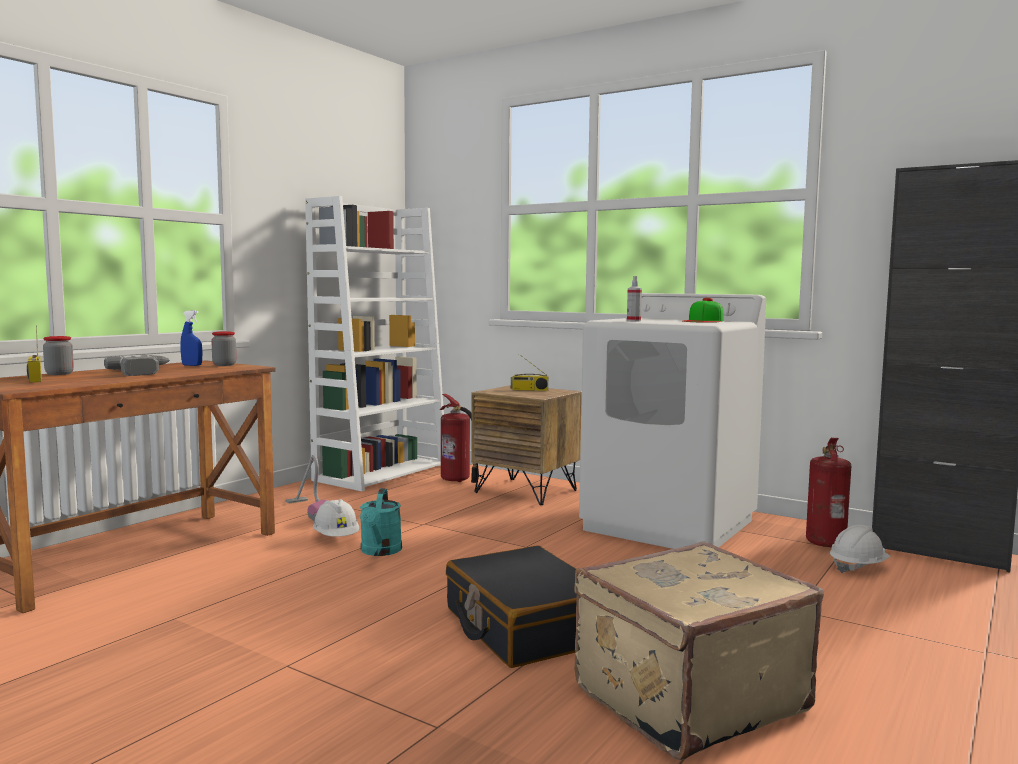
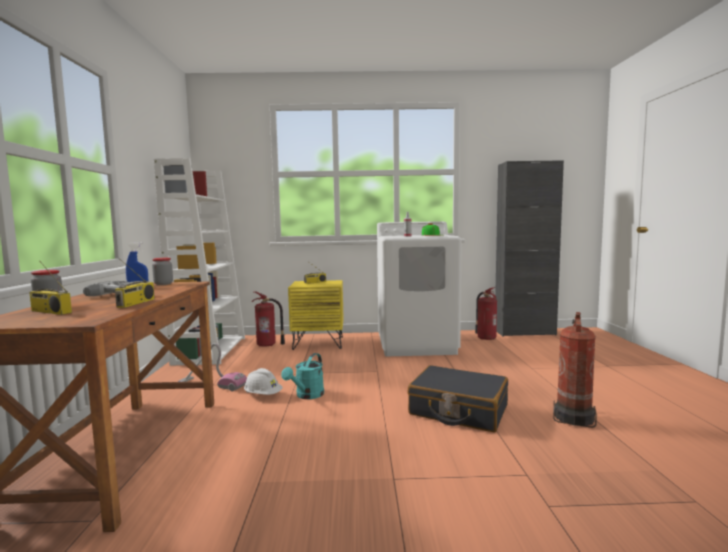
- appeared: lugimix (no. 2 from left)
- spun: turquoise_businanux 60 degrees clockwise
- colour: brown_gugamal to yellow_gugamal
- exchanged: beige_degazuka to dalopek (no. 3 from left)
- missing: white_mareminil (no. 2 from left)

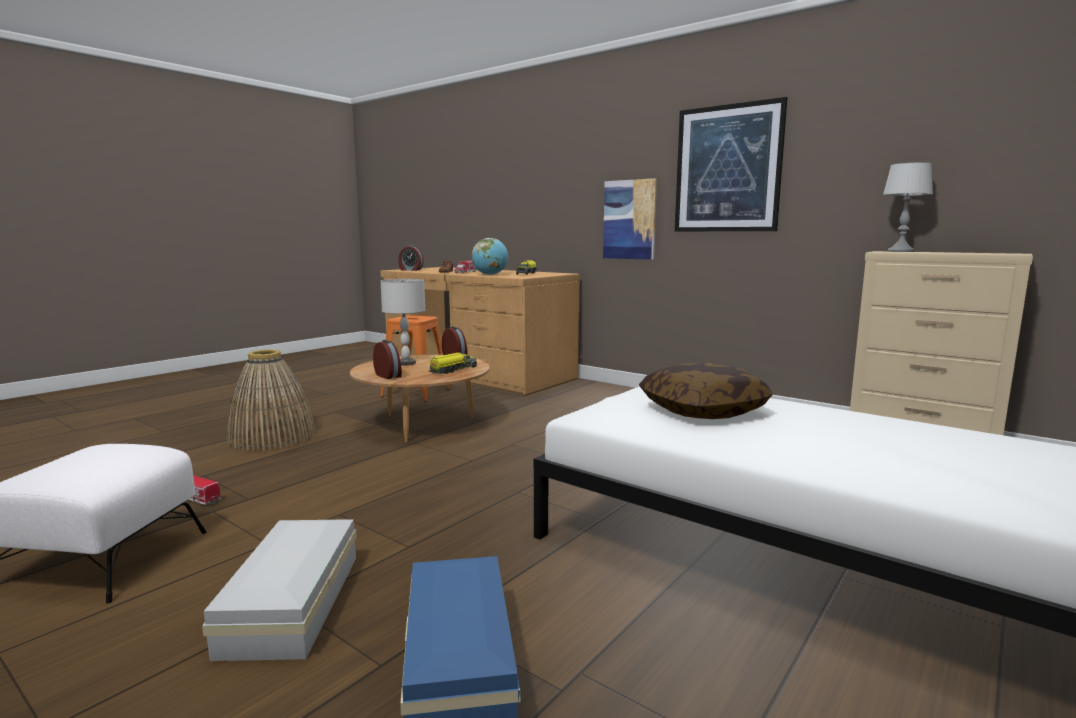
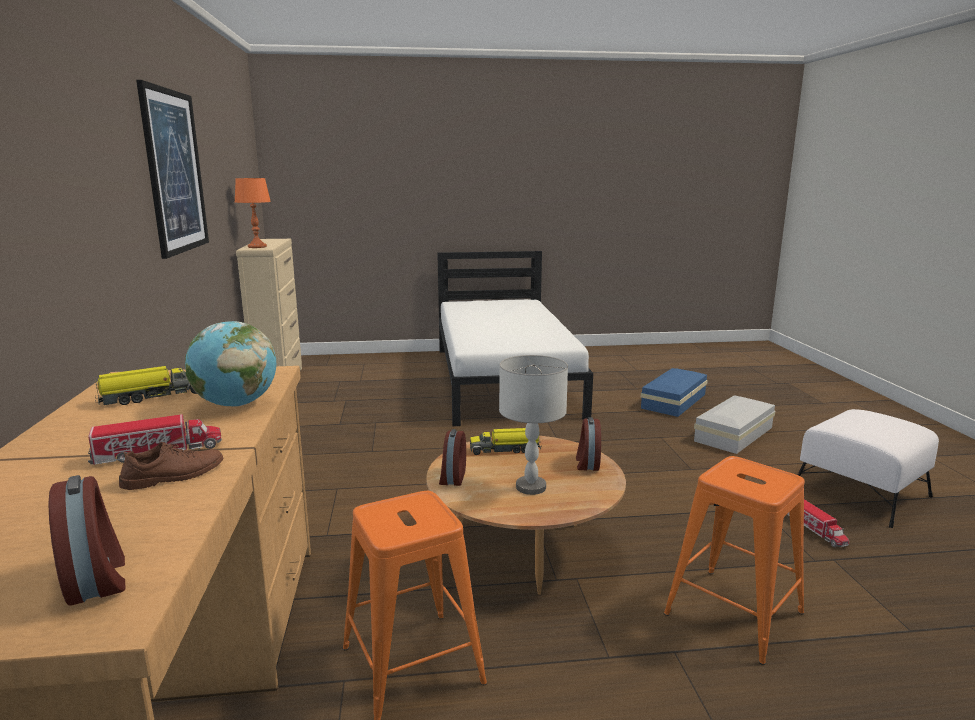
- colour: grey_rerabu (no. 2 from left) to orange_rerabu
- exchanged: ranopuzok to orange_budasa (no. 2 from left)
- missing: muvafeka (no. 1 from left)
- missing: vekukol

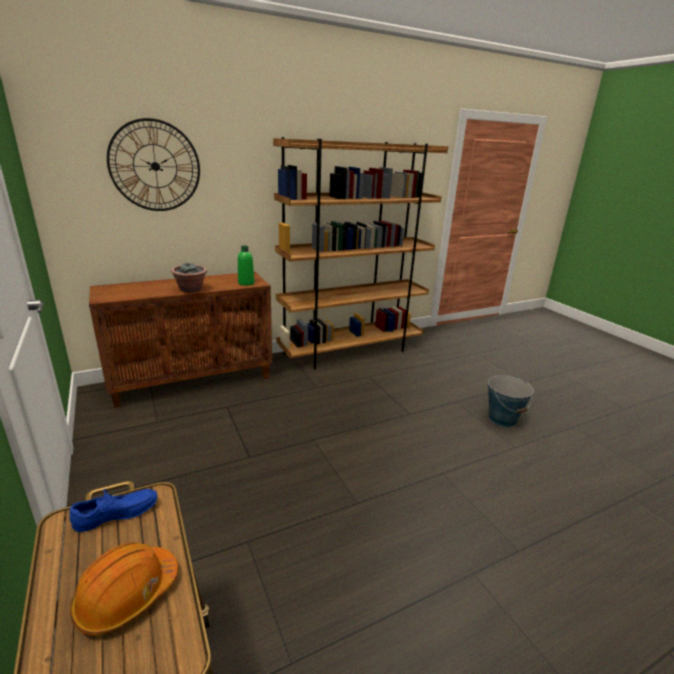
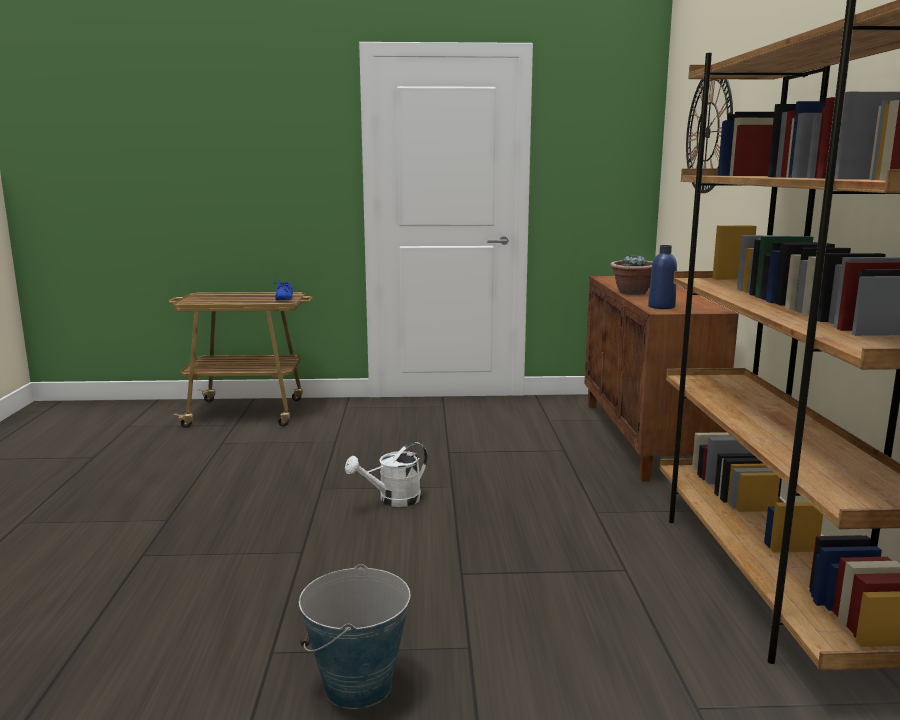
- appeared: white_businanux
- colour: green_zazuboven to blue_zazuboven
- missing: orange_mareminil

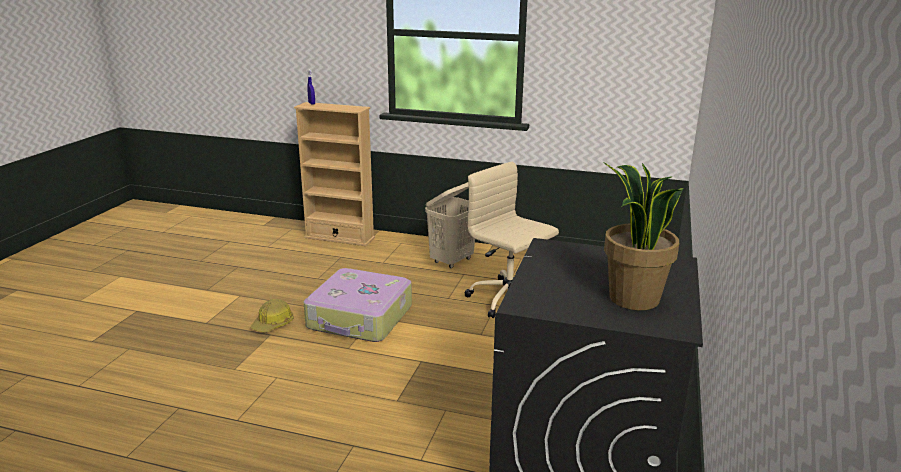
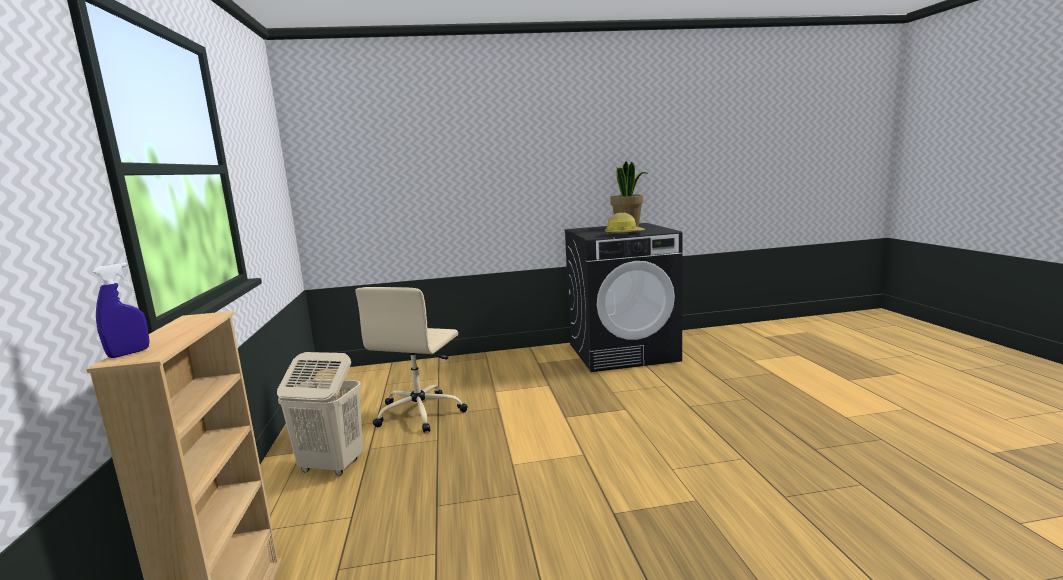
- relocated: mareminil
- missing: degazuka

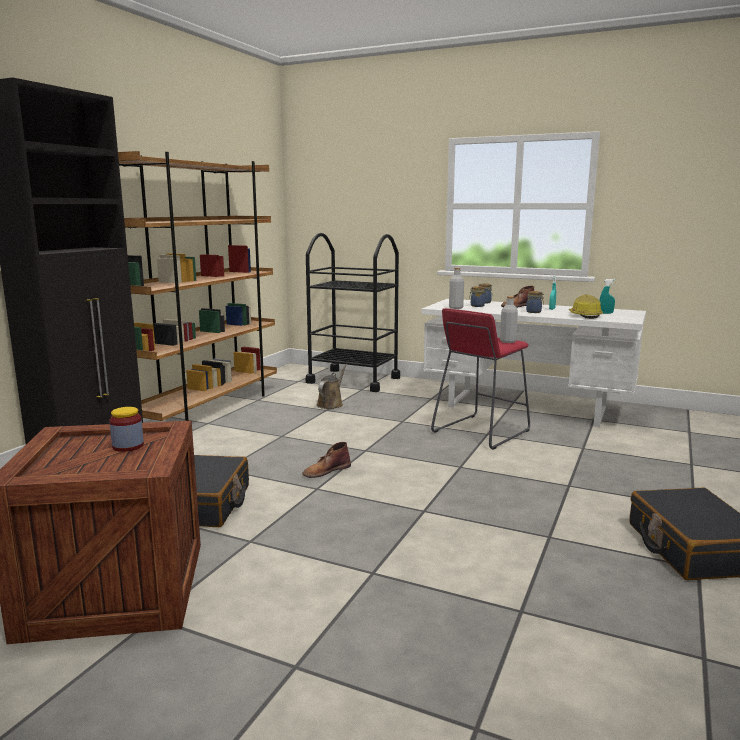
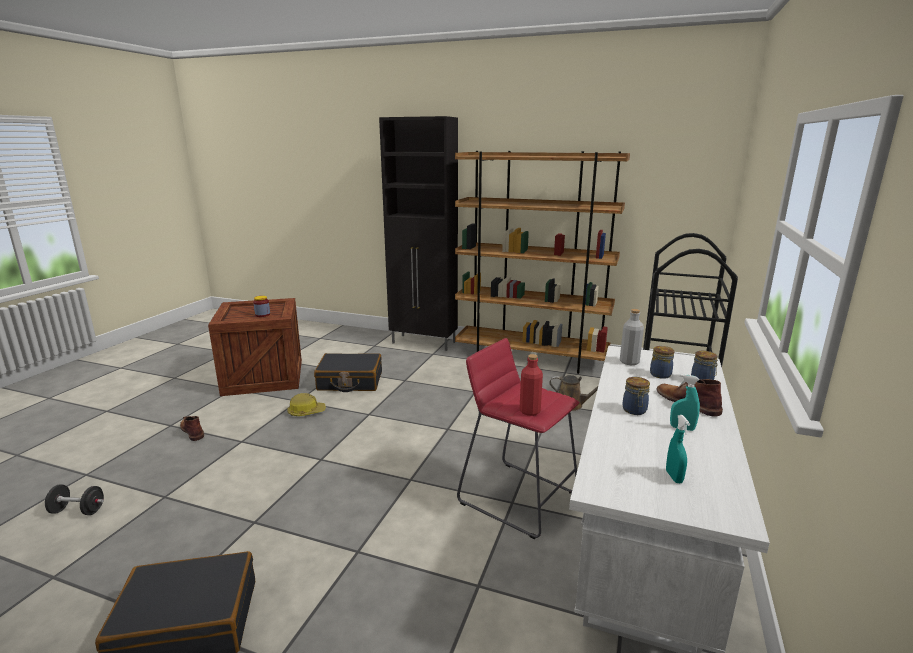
- appeared: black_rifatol
- relocated: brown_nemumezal (no. 1 from left)
- relocated: mareminil
- colour: grey_zazuboven (no. 2 from left) to red_zazuboven

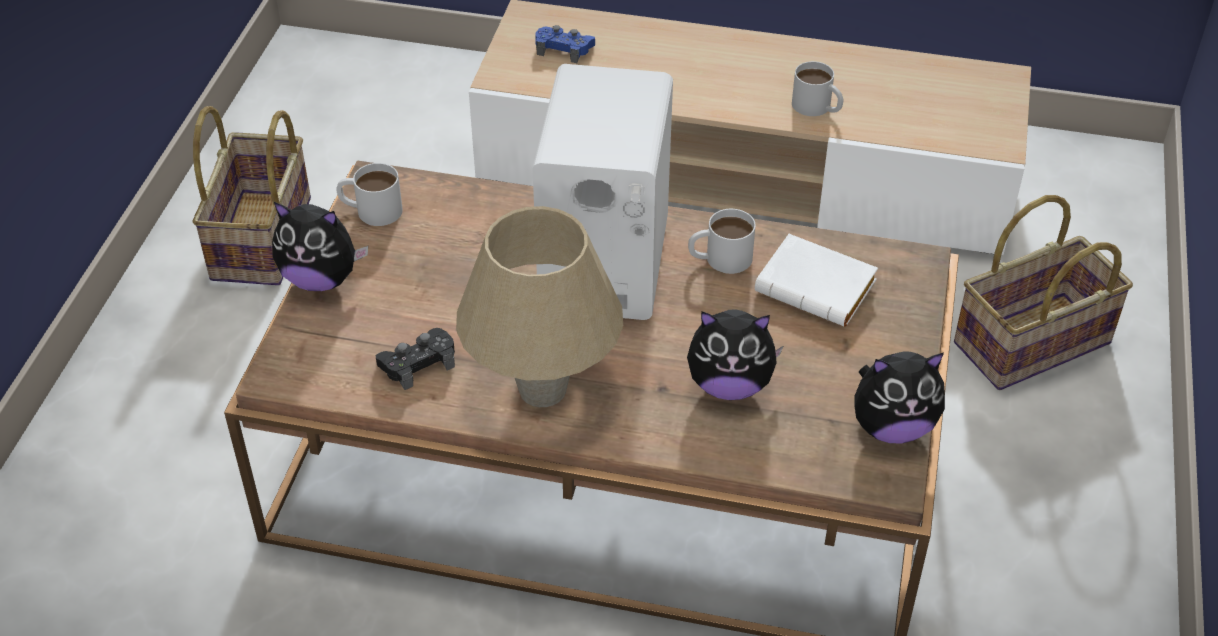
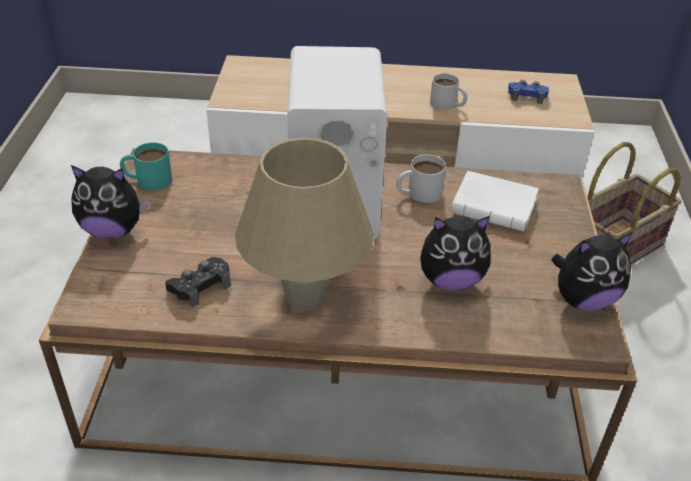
- colour: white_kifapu (no. 1 from left) to turquoise_kifapu
- relocated: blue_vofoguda
- missing: ranopuzok (no. 1 from left)

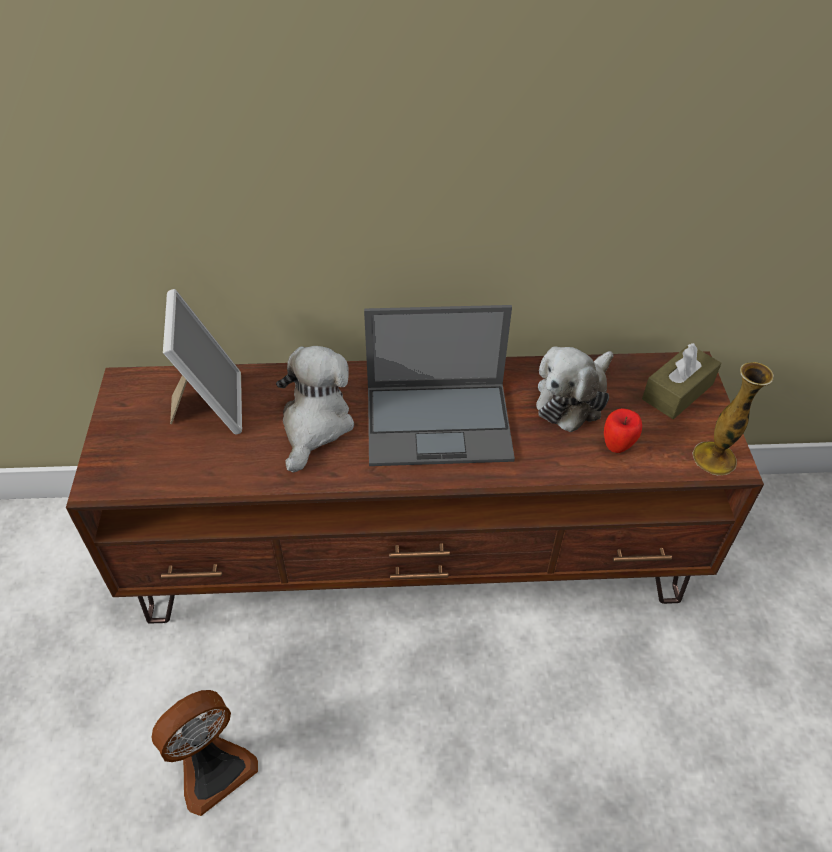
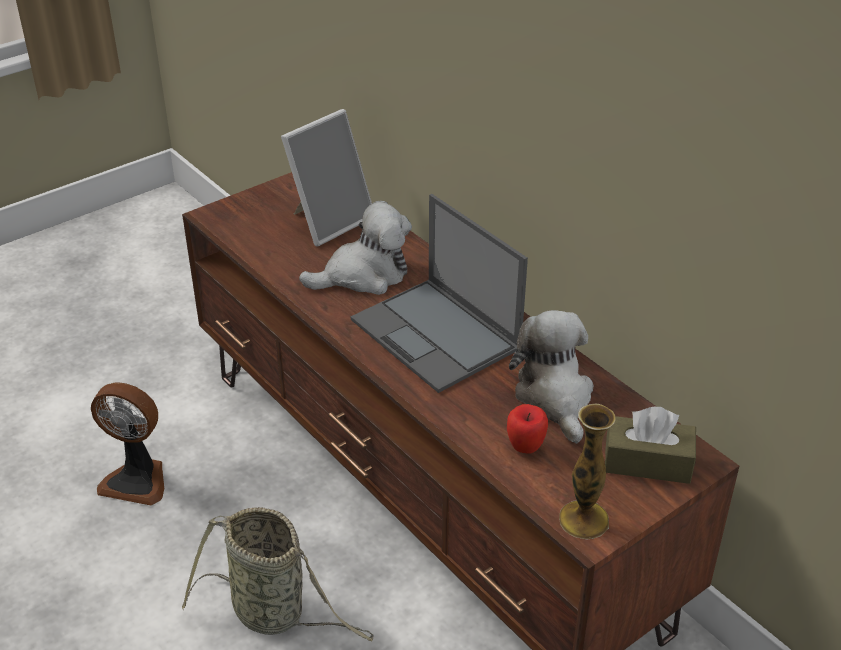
- appeared: ranopuzok
- spun: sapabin (no. 2 from left) 75 degrees clockwise

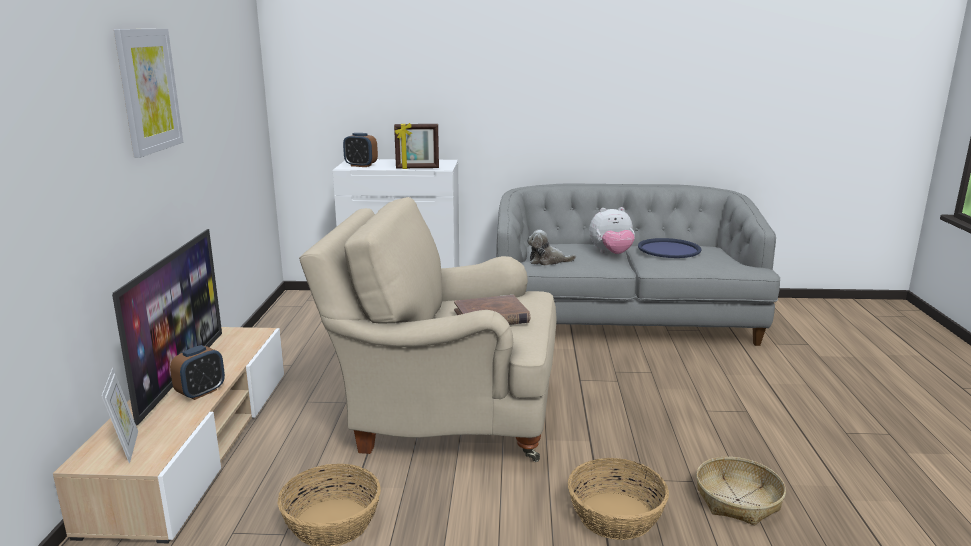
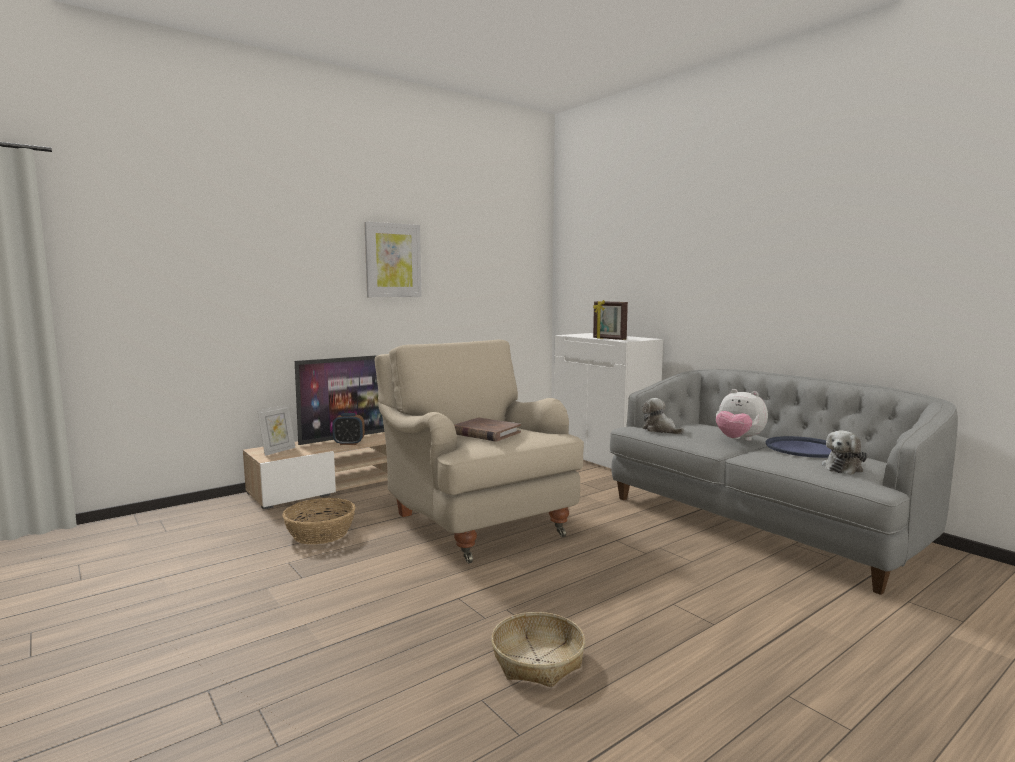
- appeared: sapabin (no. 3 from left)
- missing: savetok (no. 2 from left)
- missing: ranopuzok (no. 2 from left)

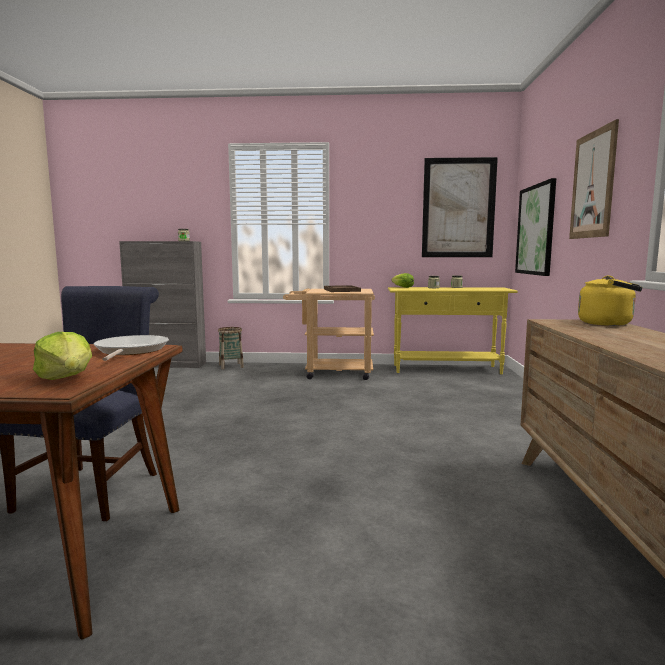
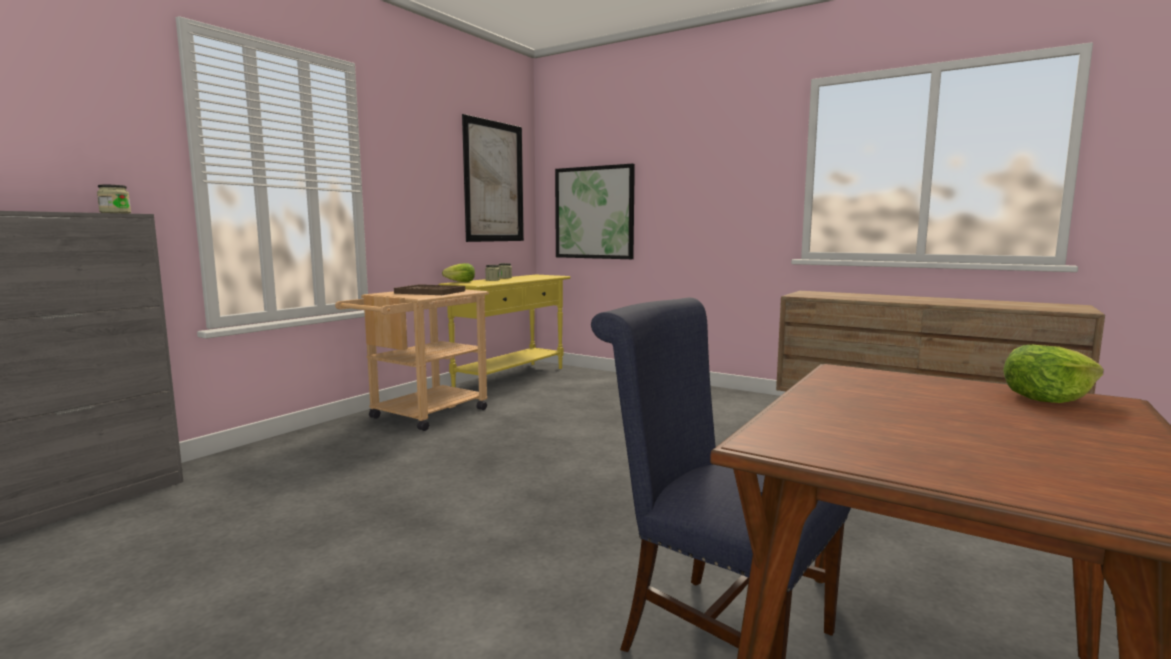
- missing: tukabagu
- missing: ranopuzok
- missing: muvafeka (no. 3 from left)
- missing: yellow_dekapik

